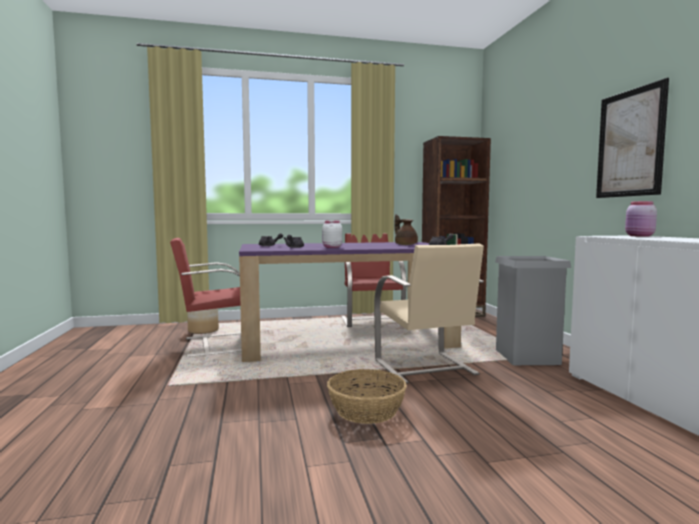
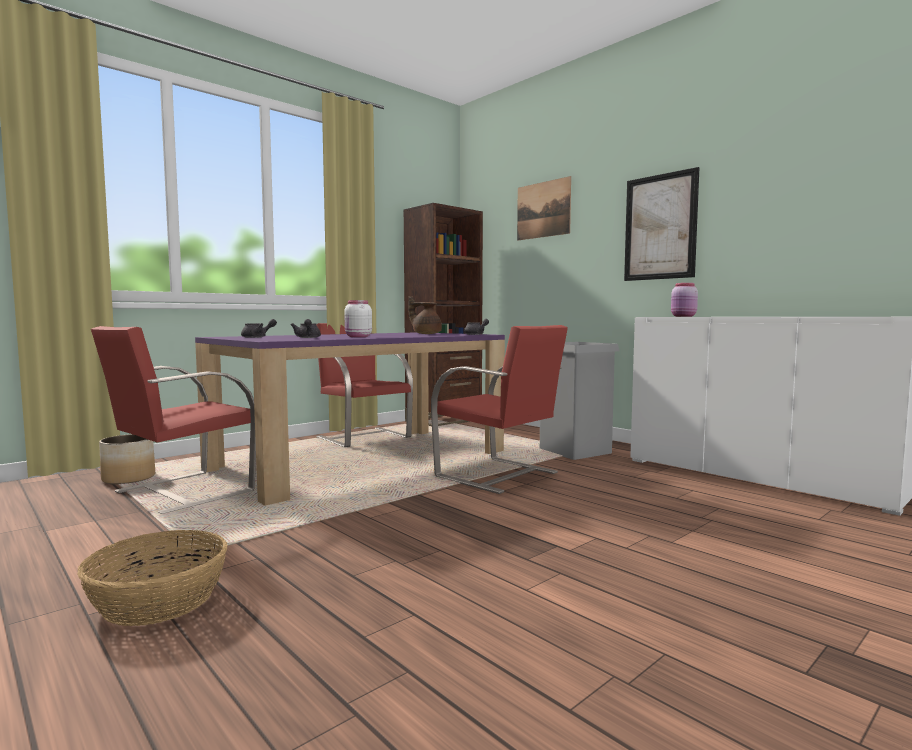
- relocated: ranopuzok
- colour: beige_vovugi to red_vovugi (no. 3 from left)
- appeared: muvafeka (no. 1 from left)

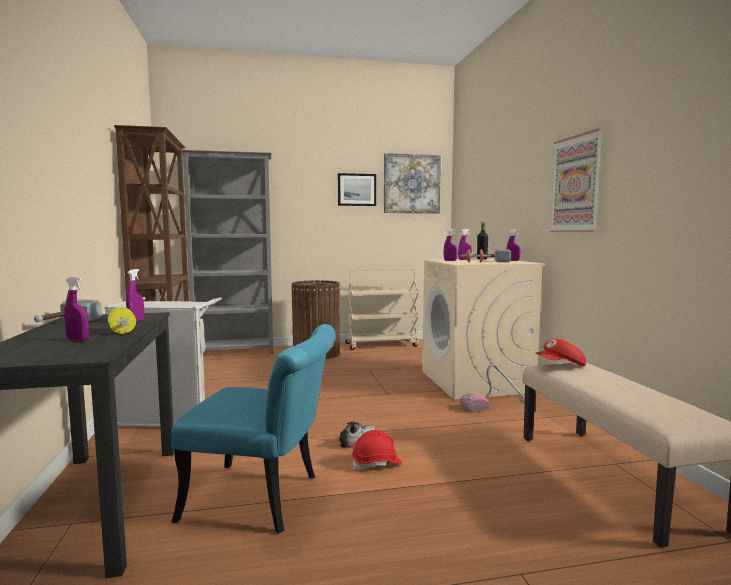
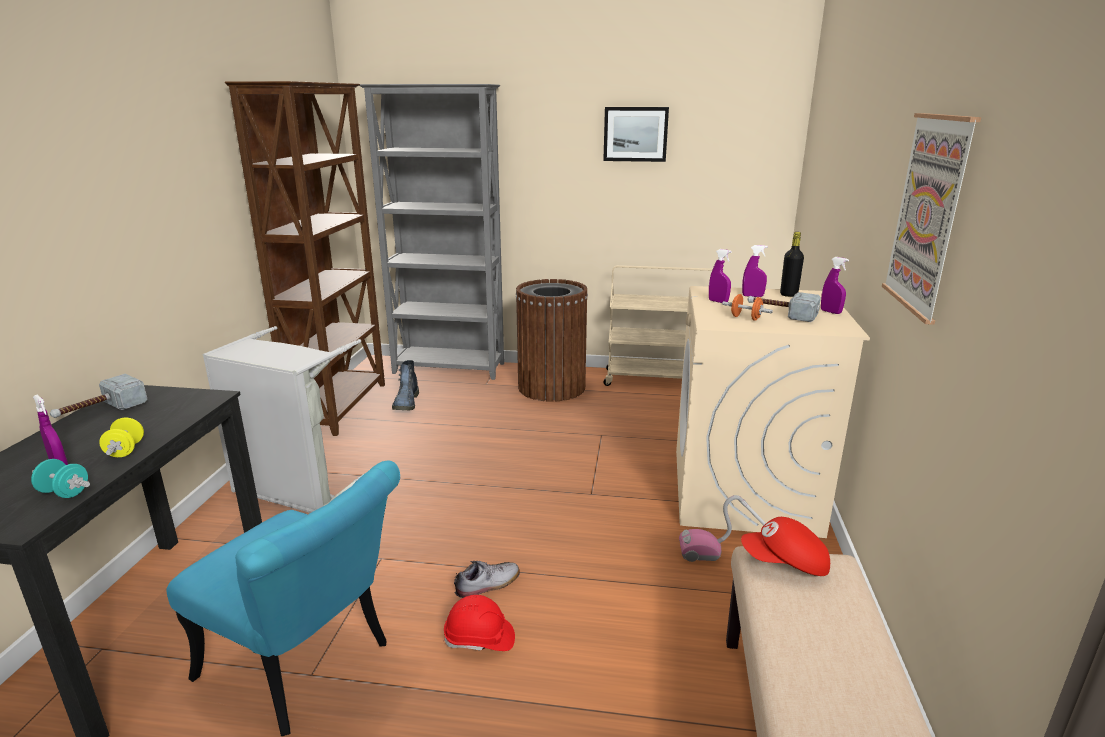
- appeared: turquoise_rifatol
- appeared: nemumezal
- missing: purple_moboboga (no. 2 from left)
- missing: muvafeka (no. 2 from left)

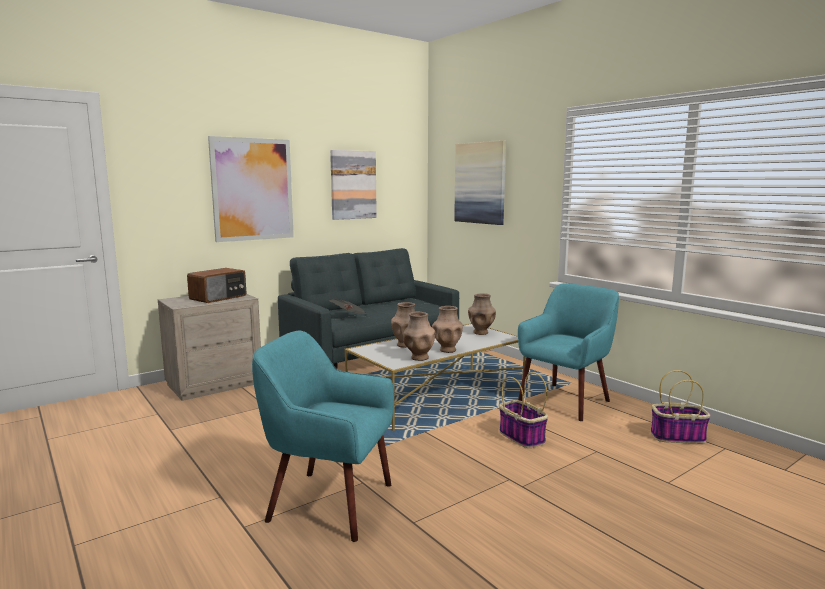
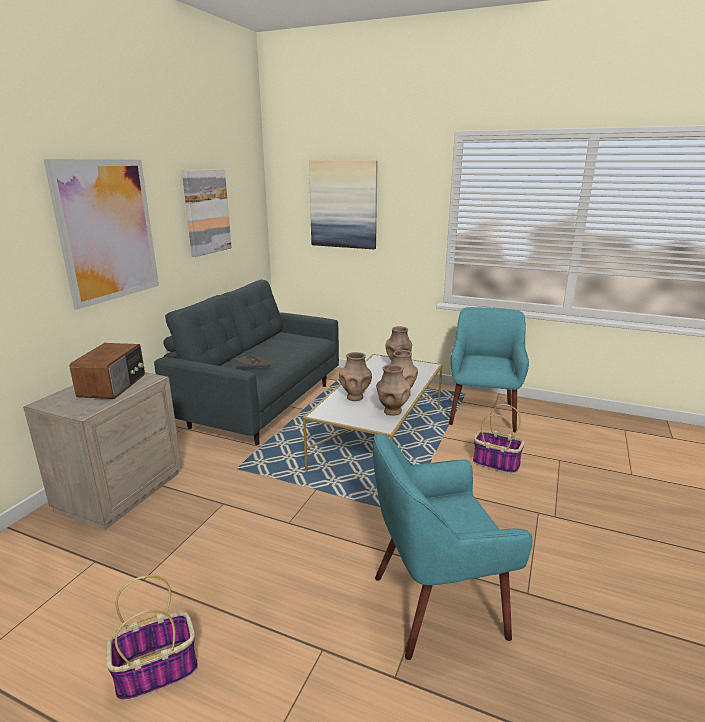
- relocated: ranopuzok (no. 2 from left in the first image) to ranopuzok (no. 1 from left)

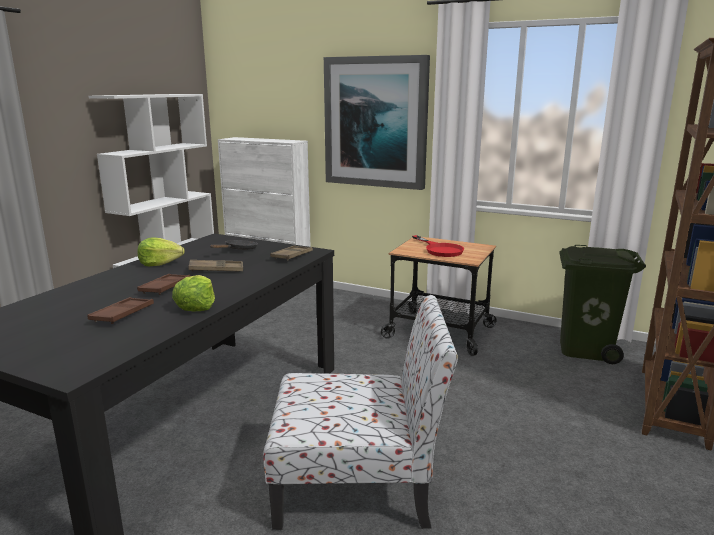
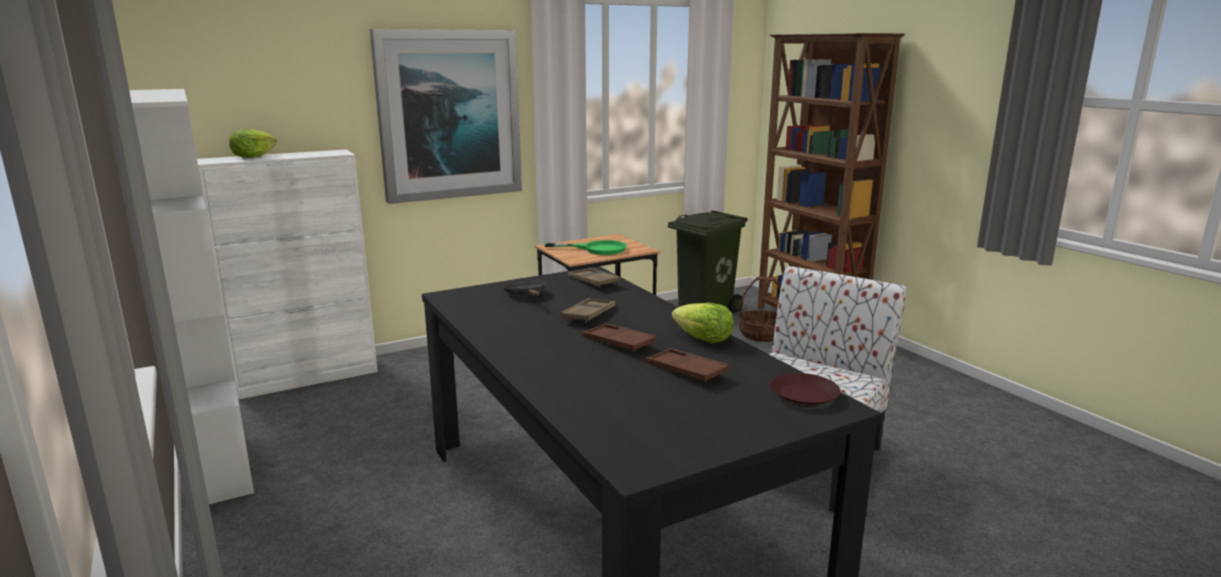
- relocated: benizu (no. 1 from left)
- colour: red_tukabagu to green_tukabagu
- appeared: ranopuzok
- appeared: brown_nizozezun

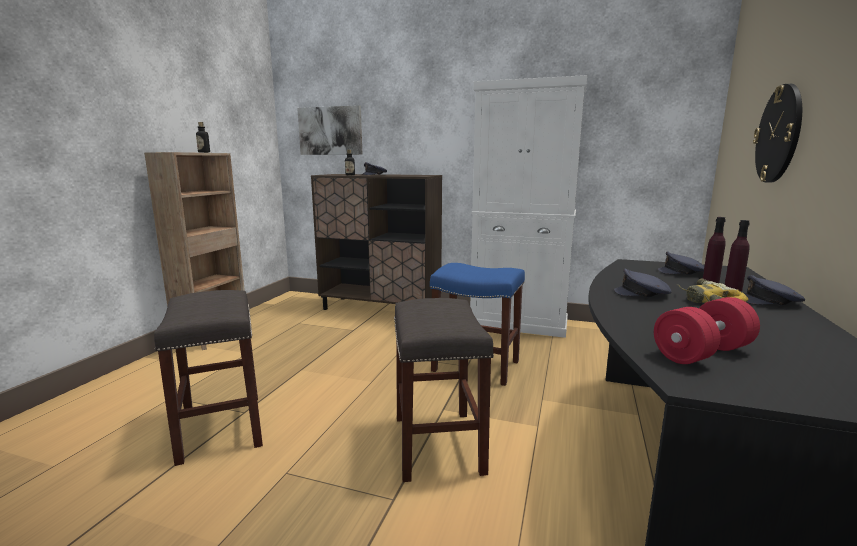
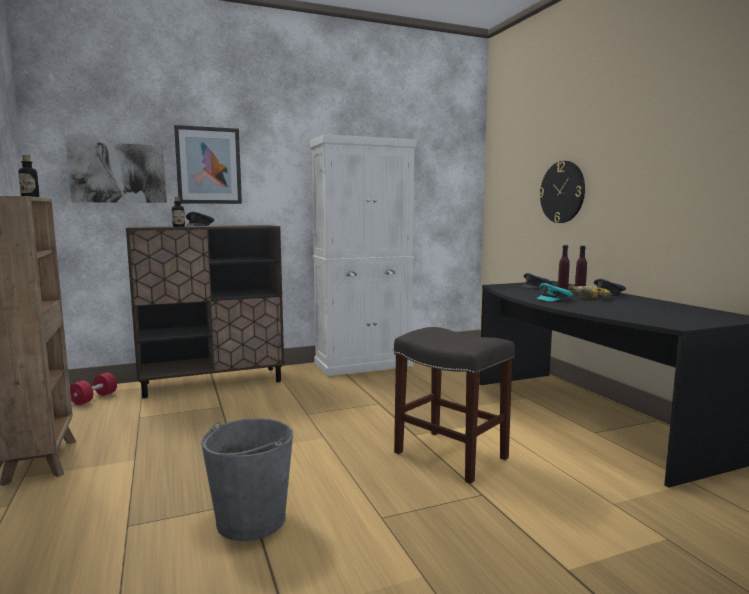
- relocated: red_rifatol
- appeared: muvafeka (no. 2 from left)
- exchanged: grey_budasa (no. 1 from left) to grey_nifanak
- colour: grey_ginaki (no. 2 from left) to turquoise_ginaki
- missing: blue_budasa

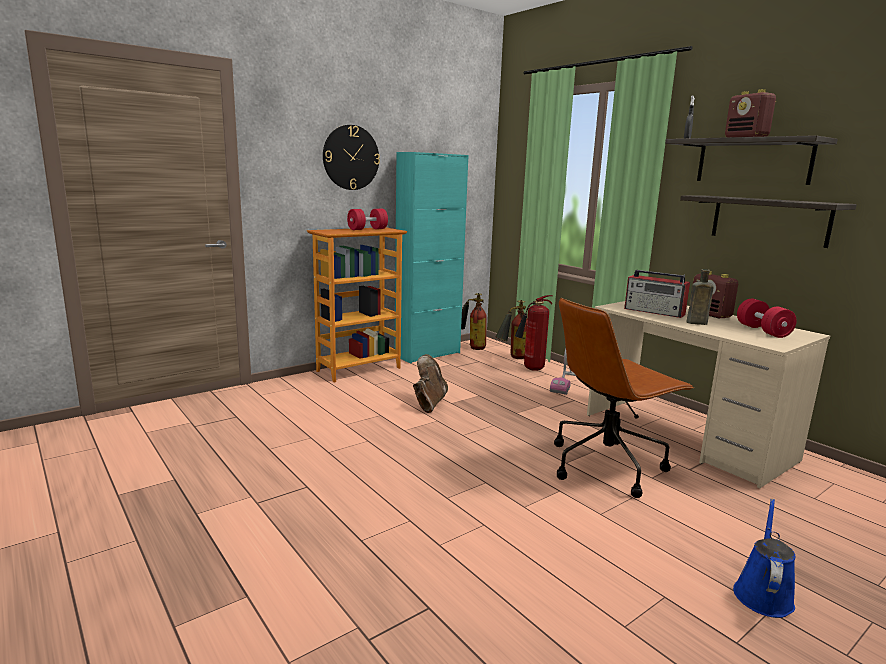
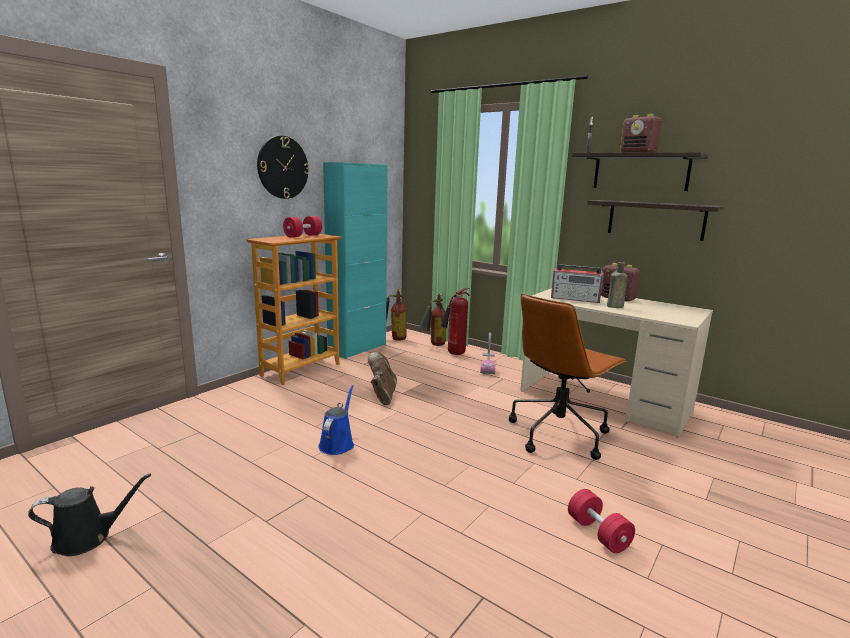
- appeared: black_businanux
- relocated: blue_businanux
- relocated: red_rifatol (no. 2 from left)

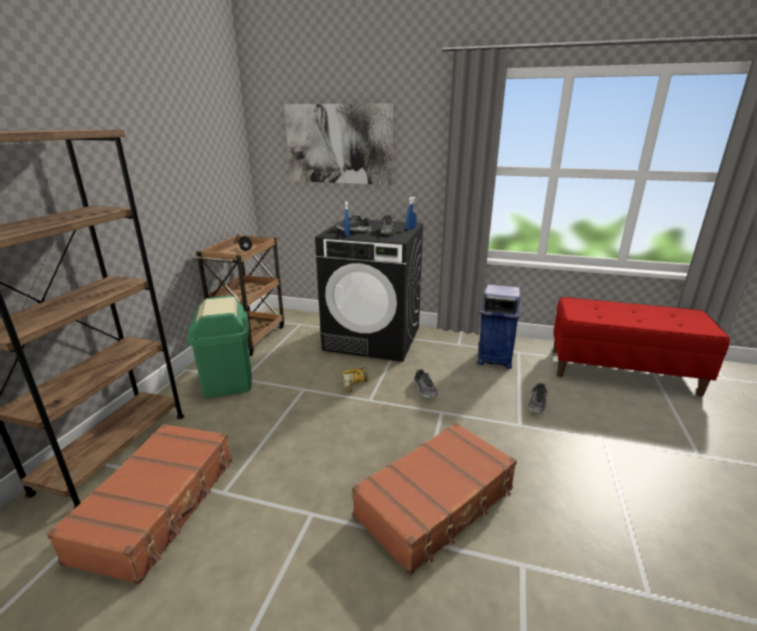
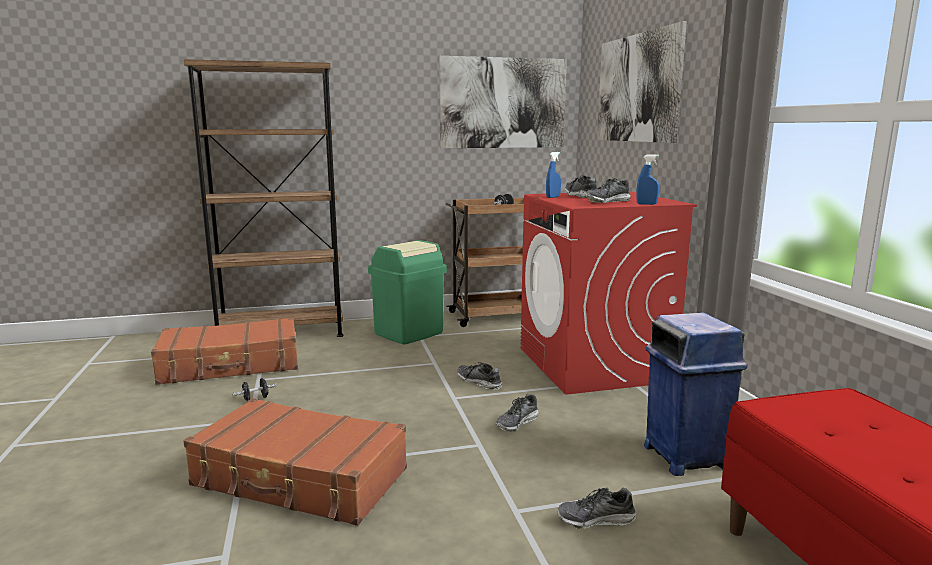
- appeared: black_rifatol (no. 1 from left)
- appeared: muvafeka (no. 1 from left)
- exchanged: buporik to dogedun (no. 1 from left)
- colour: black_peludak to red_peludak

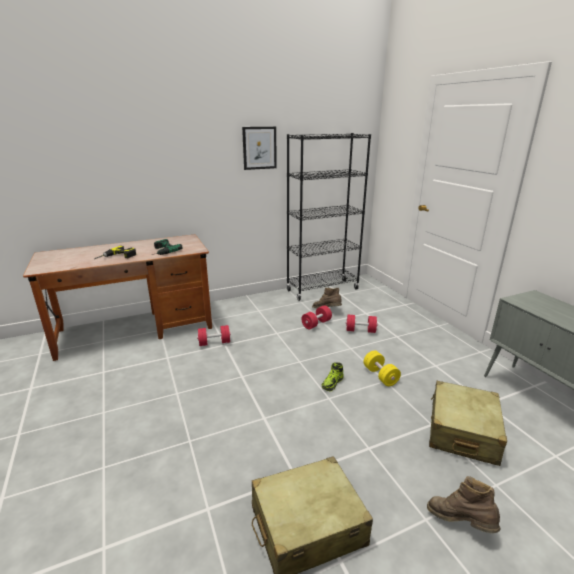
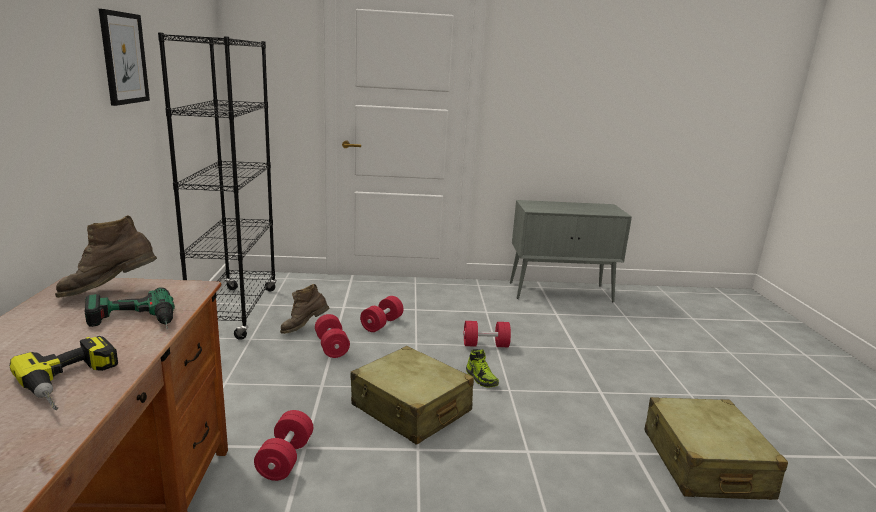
- relocated: brown_nemumezal (no. 2 from left in the first image) to brown_nemumezal (no. 1 from left)
- relocated: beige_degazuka (no. 2 from left in the first image) to beige_degazuka (no. 1 from left)
- colour: yellow_rifatol to red_rifatol (no. 4 from left)

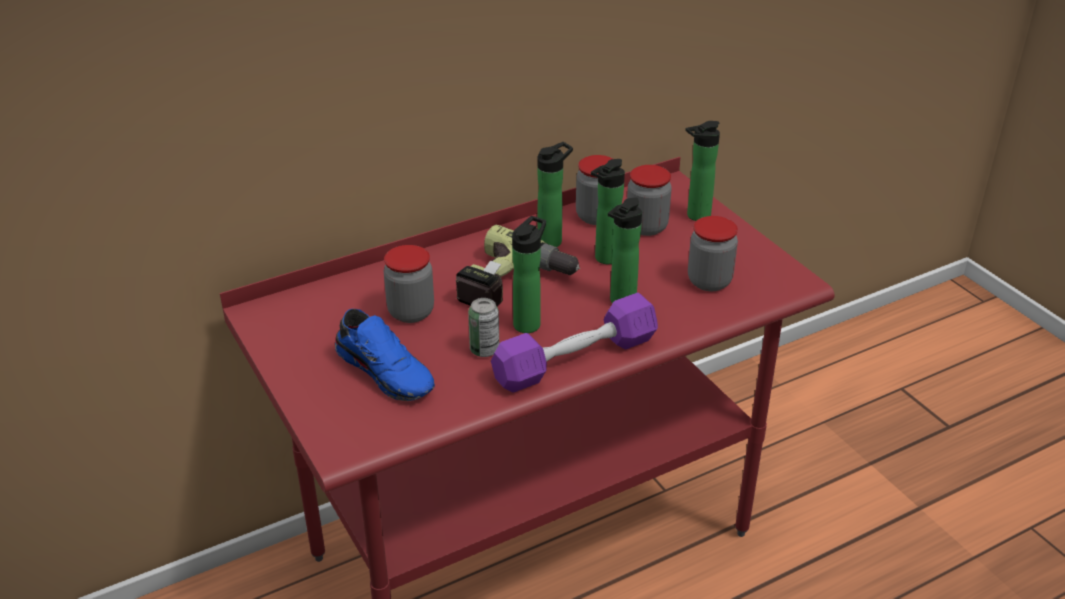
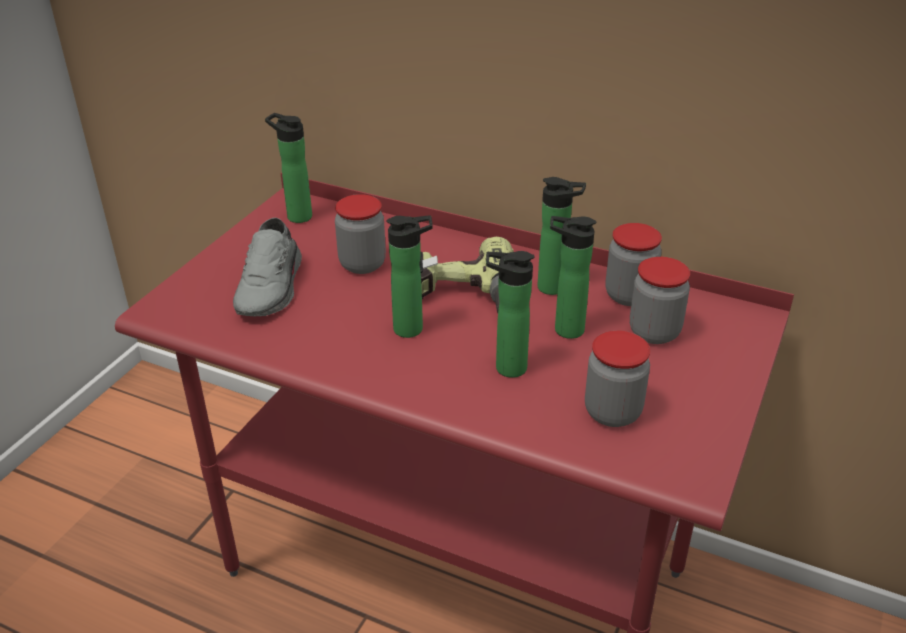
- colour: blue_dogedun to grey_dogedun
- relocated: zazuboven (no. 5 from left in the first image) to zazuboven (no. 1 from left)
- missing: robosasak
- missing: purple_rifatol

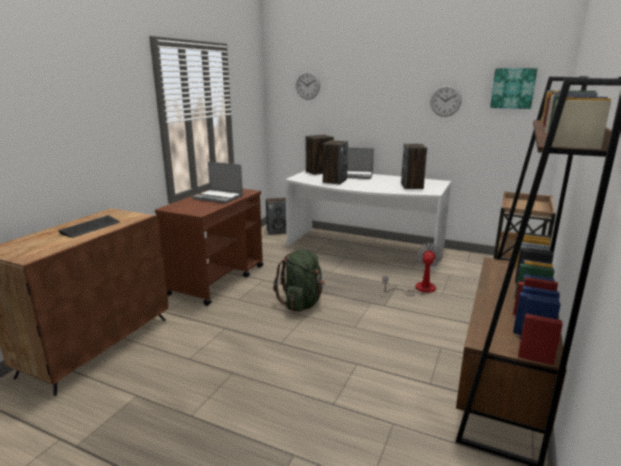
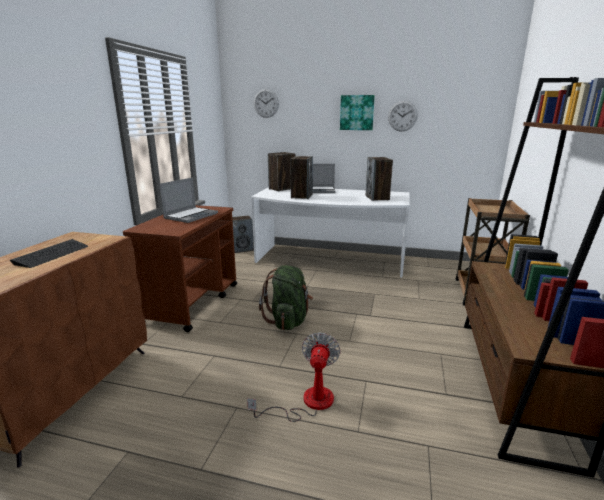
- spun: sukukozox (no. 1 from left) 75 degrees counterclockwise
- relocated: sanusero
- relocated: muvafeka

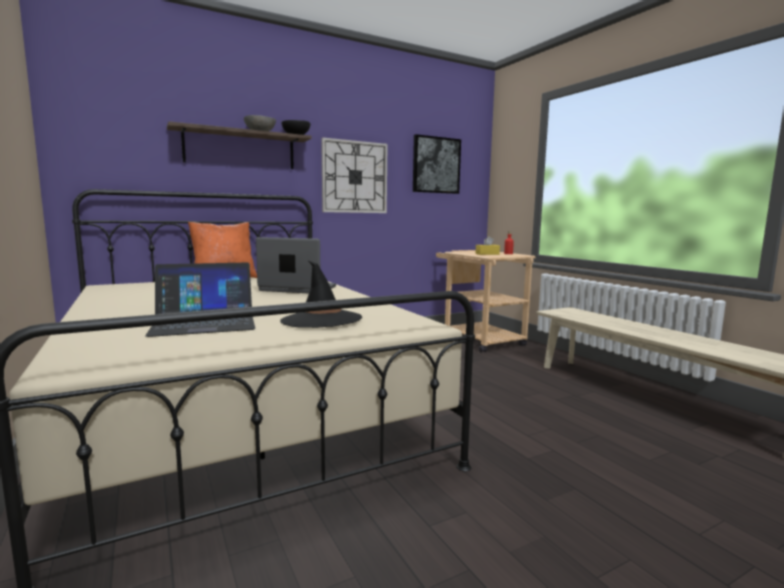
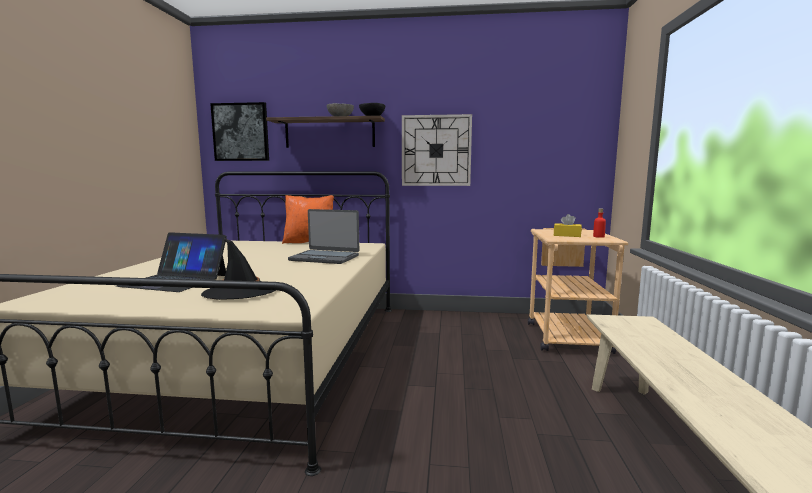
- relocated: muvafeka
- spun: sukukozox (no. 2 from left) 150 degrees clockwise

